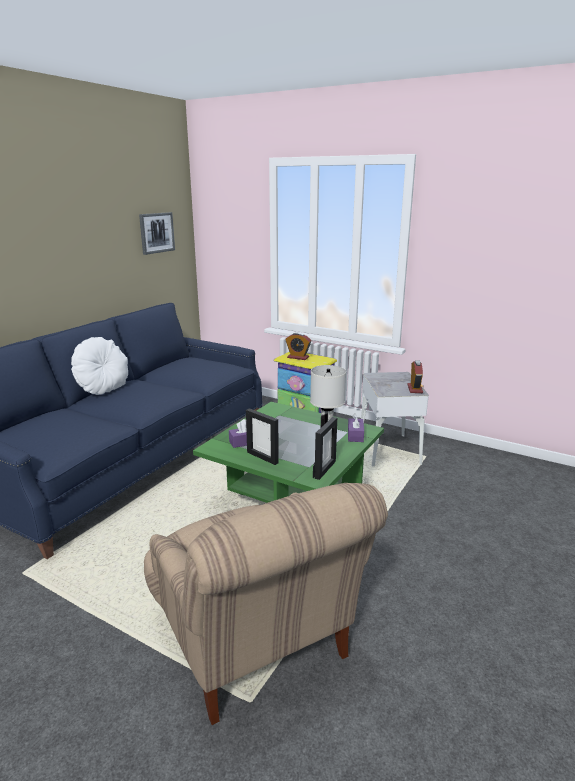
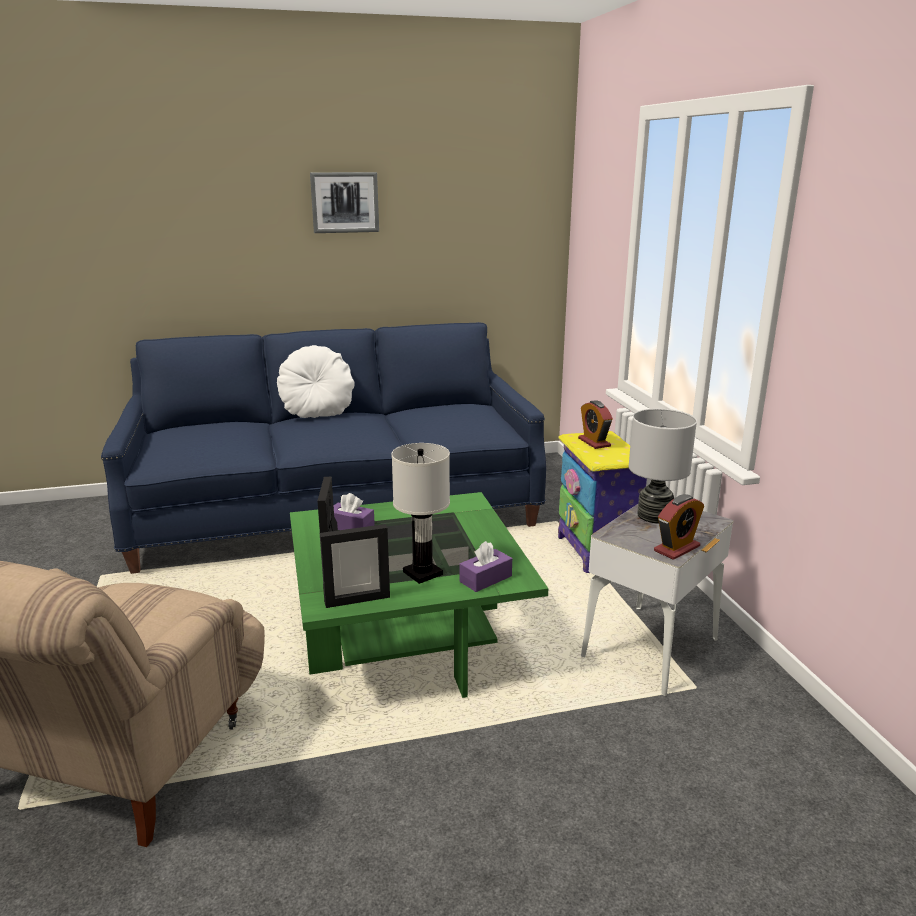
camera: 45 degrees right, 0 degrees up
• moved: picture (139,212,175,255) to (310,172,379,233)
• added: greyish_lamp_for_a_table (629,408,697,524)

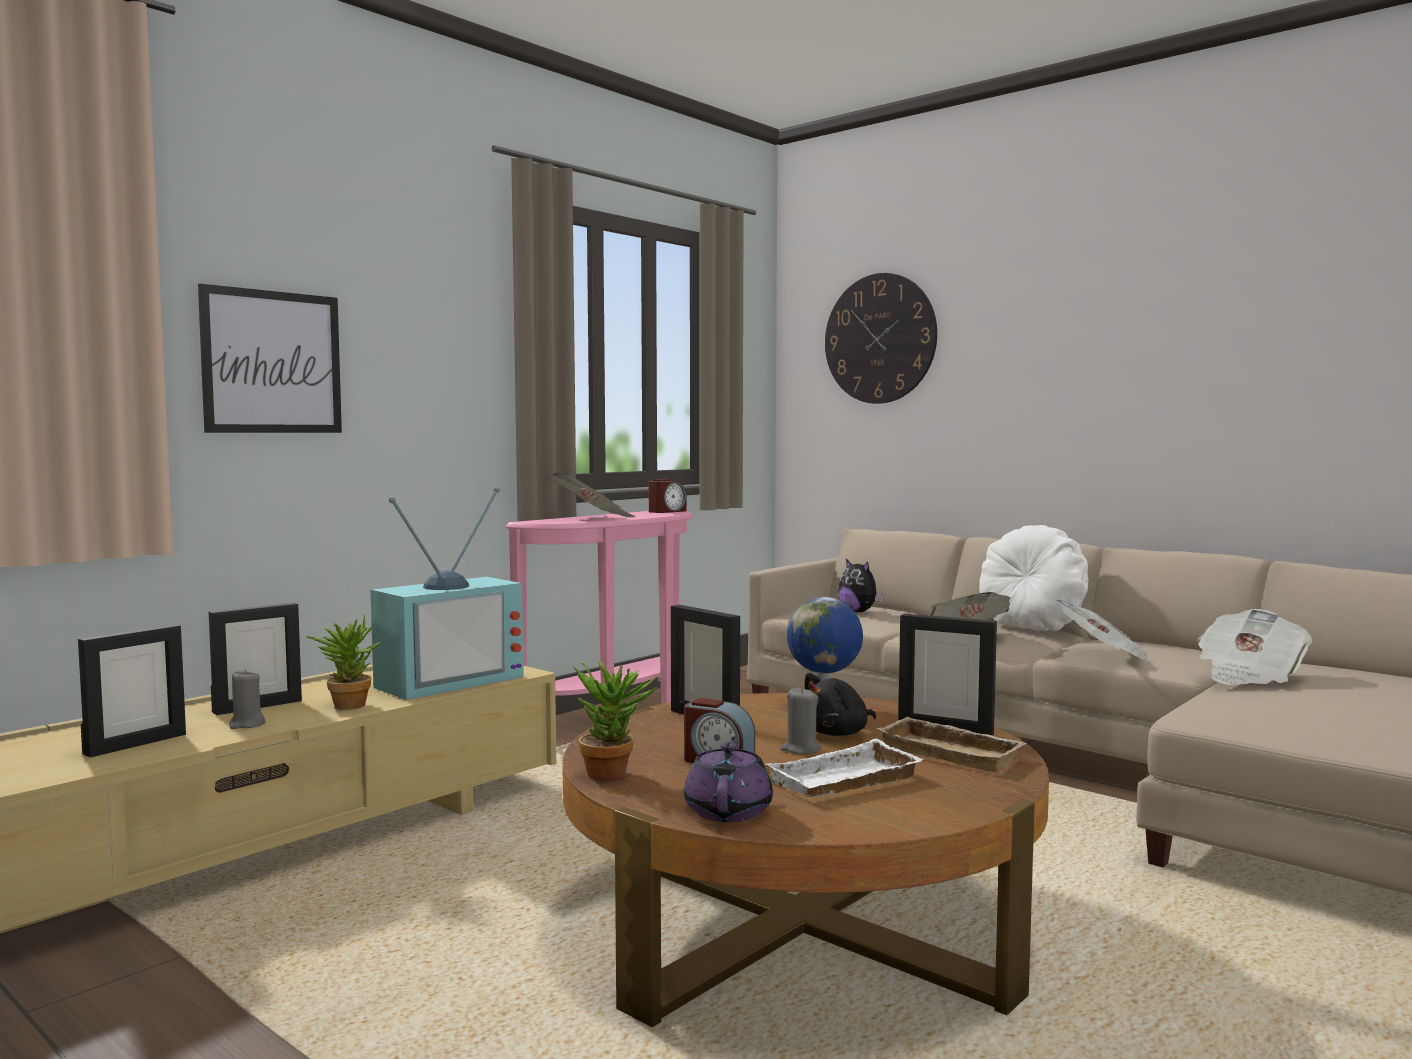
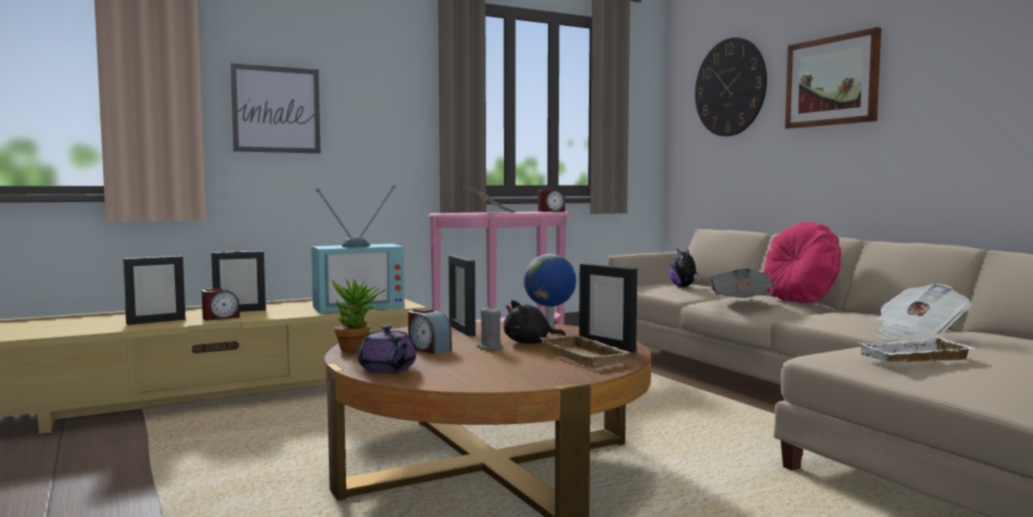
camera: 20 degrees right, 0 degrees up
• replaced: greyish_wax_light (229,669,265,729) to alarm_clock (202,288,240,320)
• removed: plant_in_a_pot (306,615,380,710)
• turned: purple_tea_pot (684,736,773,822) = (358,325,416,374) 120 degrees clockwise
• moved: whitish_carrying_tray (766,739,924,798) to (858,337,974,362)
• recoloured: whitish_pillow (979,525,1089,631) to pink-coloured_pillow (764,222,841,303)
• removed: daily_paper (1054,598,1152,662)
• added: picture (785,27,881,129)

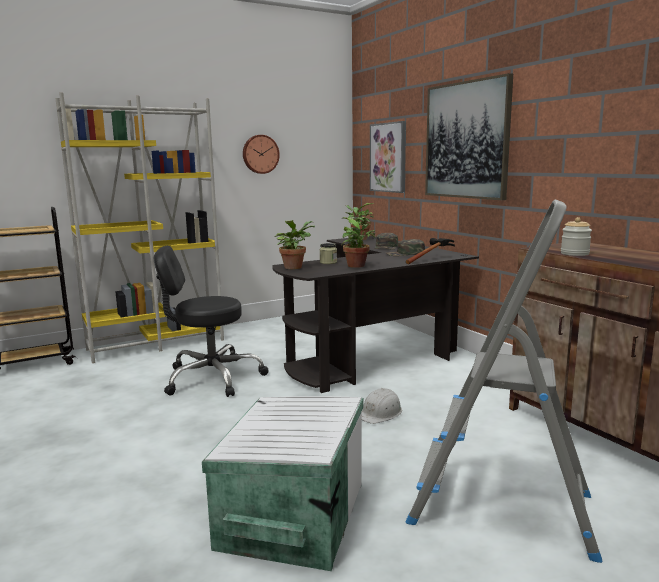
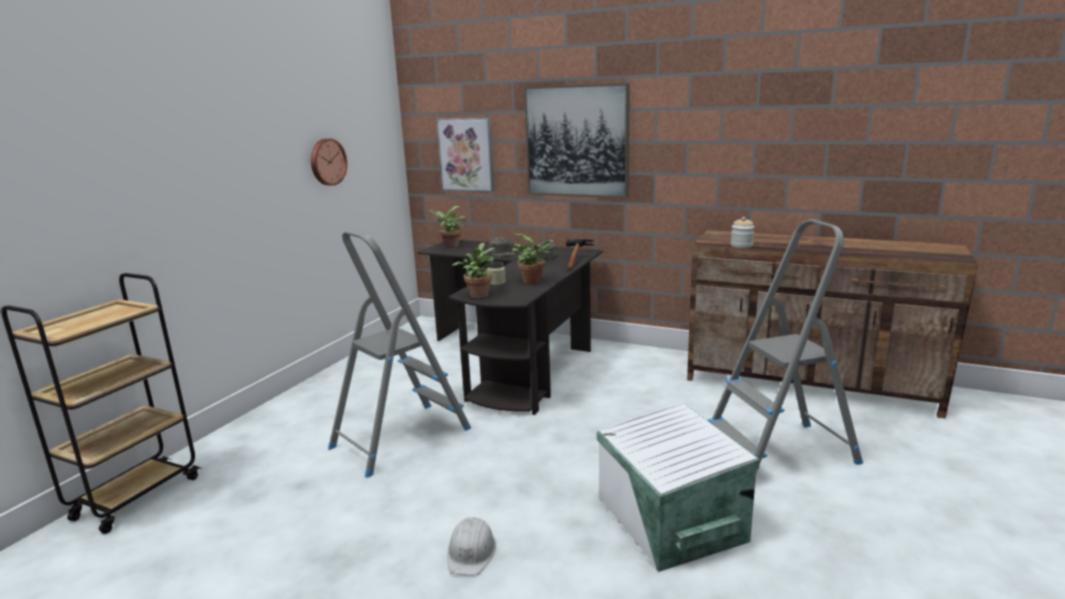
camera: 35 degrees left, 5 degrees up
• removed: yellow-coloured_shelving_unit (55,93,224,363)
• replaced: blackish_computer_chair (154,246,269,397) to greyish_step_ladder (328,229,471,478)
• moved: whitish_safety_helmet (361,388,402,424) to (447,517,496,576)

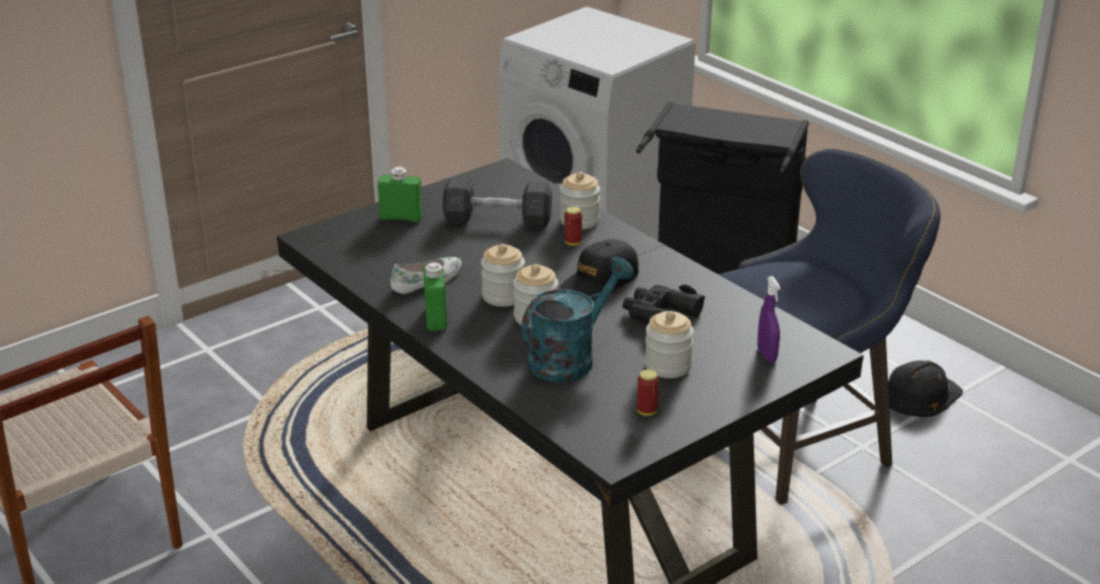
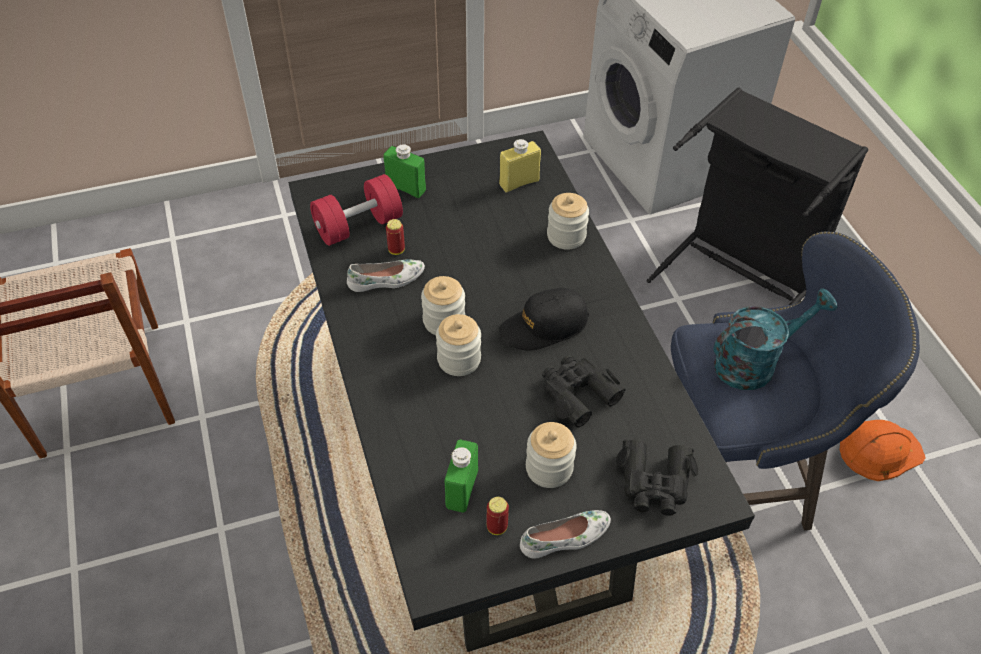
camera: 20 degrees right, 20 degrees up
• moved: greenish_bottle (423,262,447,331) to (445,440,478,513)
• removed: greyish_free_weight (443,177,552,228)
• moved: turquoise_sprinkling_can (521,257,634,382) to (714,288,837,390)
• moved: can (565,206,582,246) to (386,219,405,255)
• replaced: purple_sprayer (758,276,781,362) to blackish_binoculars (616,440,698,516)
• recoloured: blackish_safety_helmet (888,360,963,417) to orange_safety_helmet (840,420,926,481)
• added: red-coloured_free_weight (310,174,403,246)
• added: yellow-coloured_bottle (499,139,541,192)
• added: whitish_low_shoe (520,510,611,559)

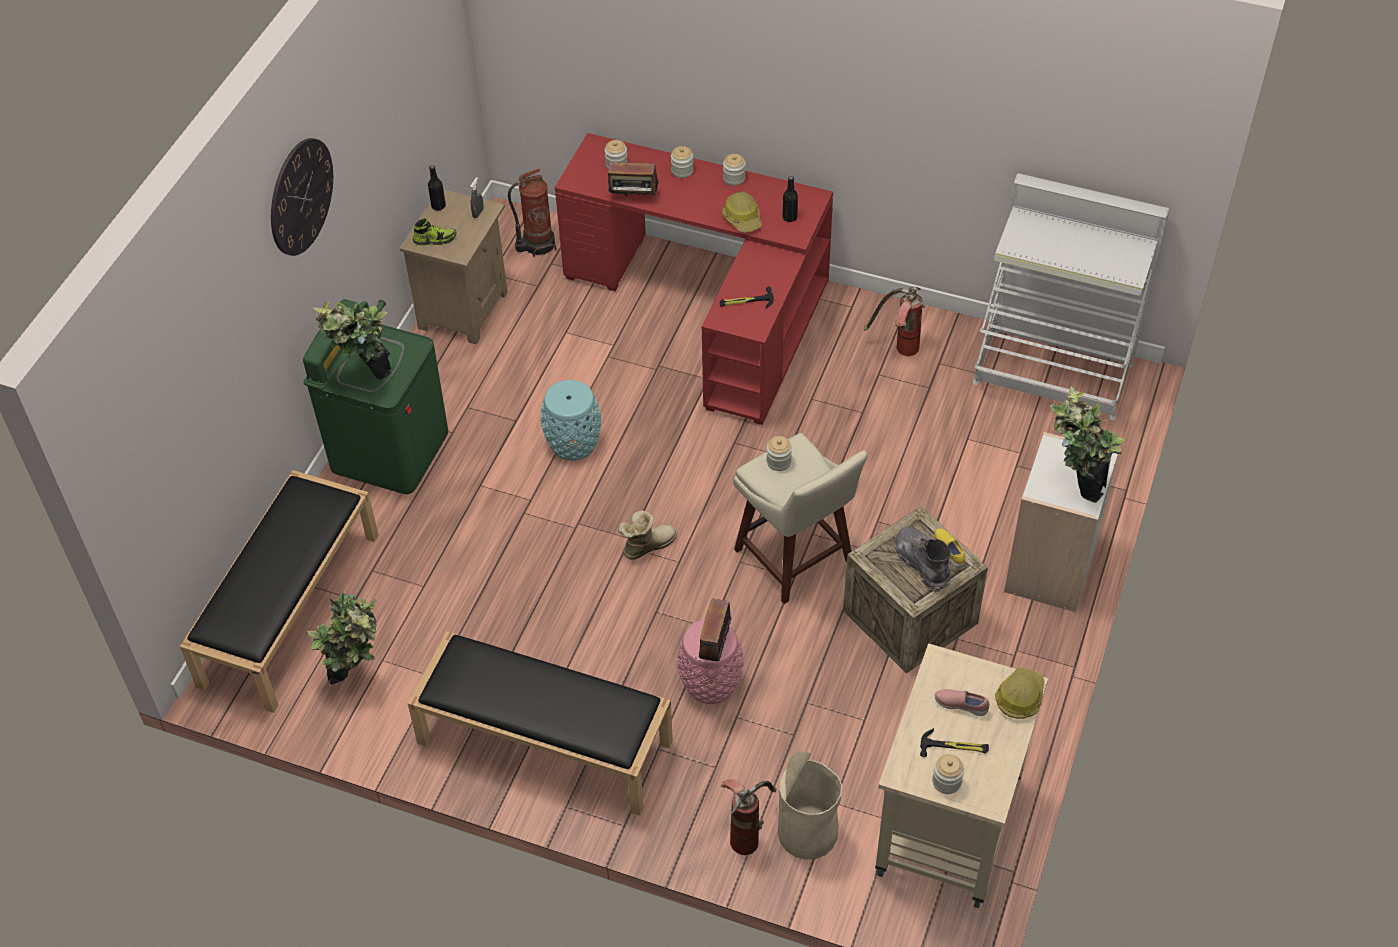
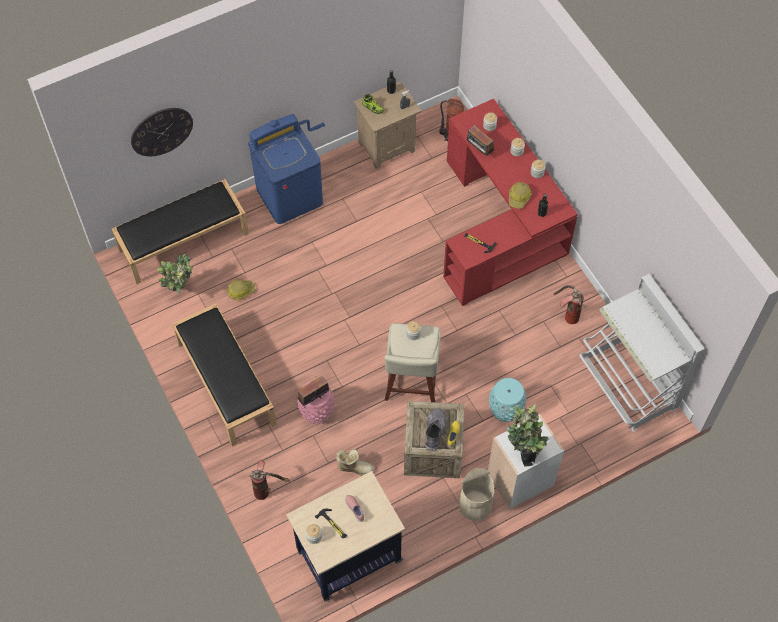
camera: 40 degrees right, 10 degrees up
• moved: wall_clock (271,138,333,256) to (131,108,193,156)
• recoloured: greenish_laundry_machine (303,299,448,494) to bluish_laundry_machine (248,114,325,224)
• removed: plant_in_a_pot (313,301,391,379)
• moved: turquoise_stool (541,380,601,461) to (489,378,526,422)
• moved: boot (618,510,678,560) to (336,449,374,476)
• moved: beige_waste_bin (778,752,842,860) to (459,468,494,521)
• recoloured: beige_cart (875,643,1049,908) to bluish_cart (286,471,405,601)
• moved: safety_helmet (995,667,1044,719) to (227,279,256,300)

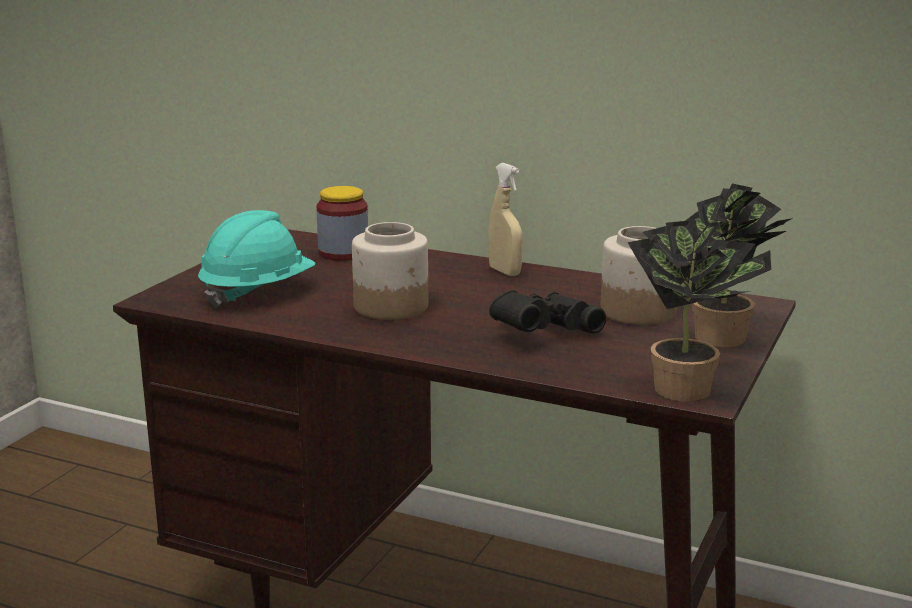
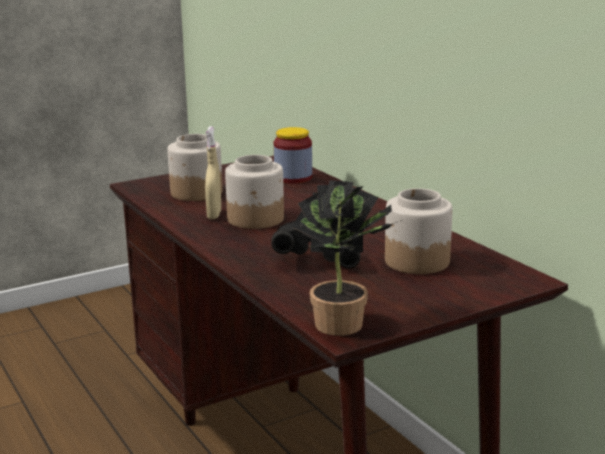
camera: 35 degrees right, 0 degrees up
• replaced: turquoise_safety_helmet (198,210,315,308) to storage_jar (167,134,223,201)
• moved: beige_sprayer (488,163,523,276) to (205,126,221,219)
• removed: plant_in_a_pot (685,183,793,347)

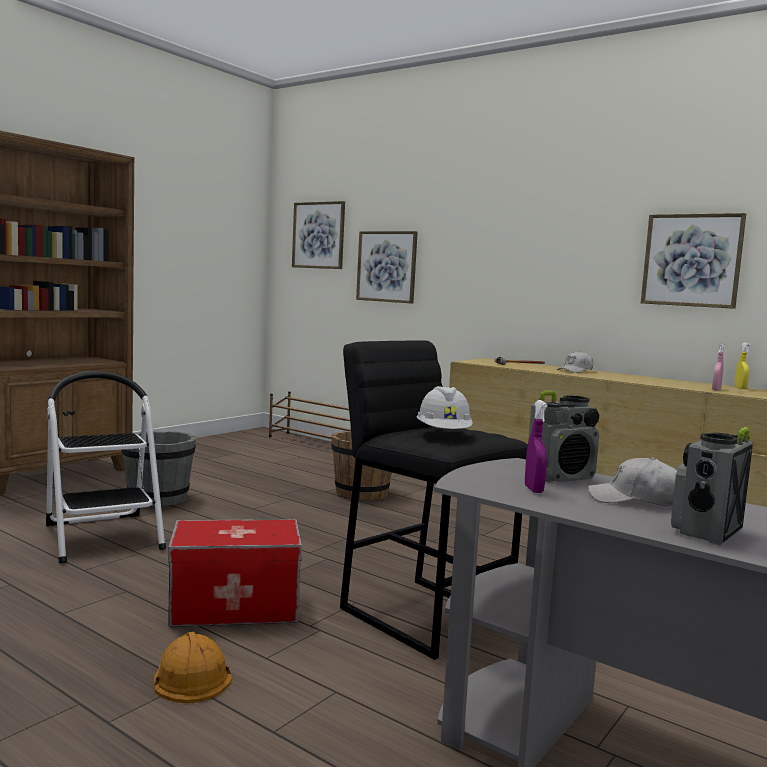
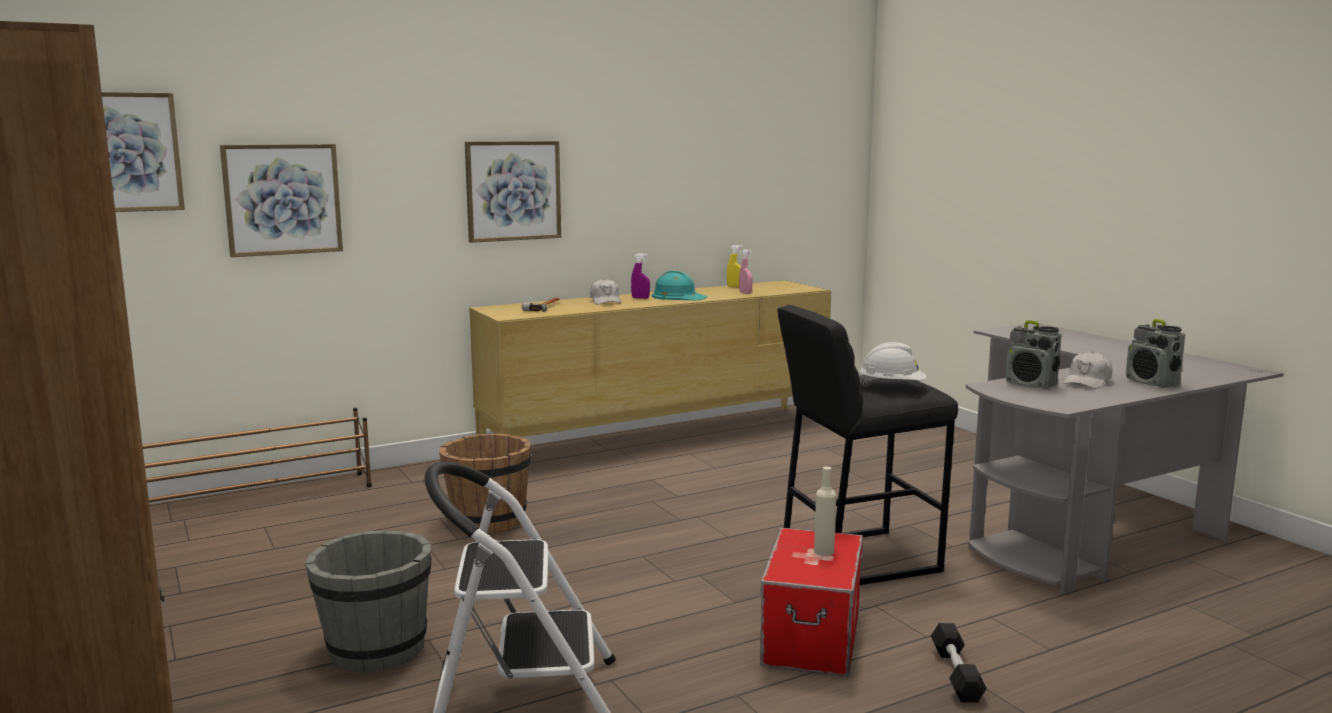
camera: 65 degrees left, 5 degrees up
• replaced: orange_safety_helmet (154,632,232,703) to blackish_free_weight (931,623,987,703)
• moved: purple_sprayer (525,400,547,493) to (631,254,650,299)
• turned: radio_set (528,391,599,482) = (1005,320,1061,389) 135 degrees clockwise
• moved: picture (641,213,746,309) to (465,141,561,243)
• added: turquoise_safety_helmet (652,271,708,300)
• added: beige_bottle (814,467,836,556)

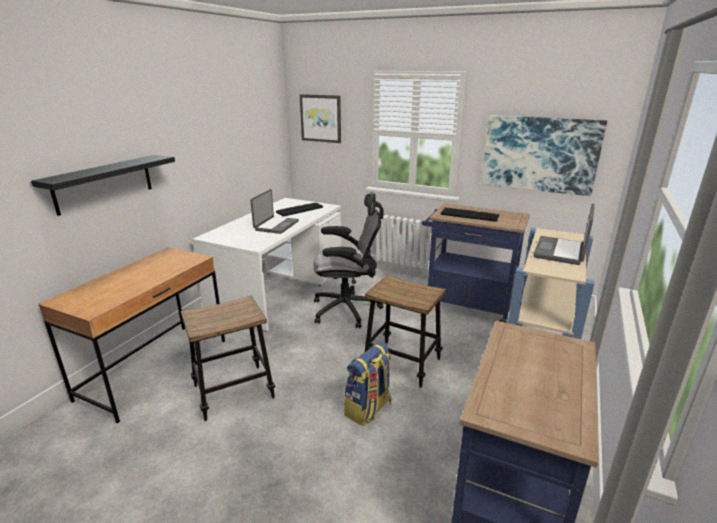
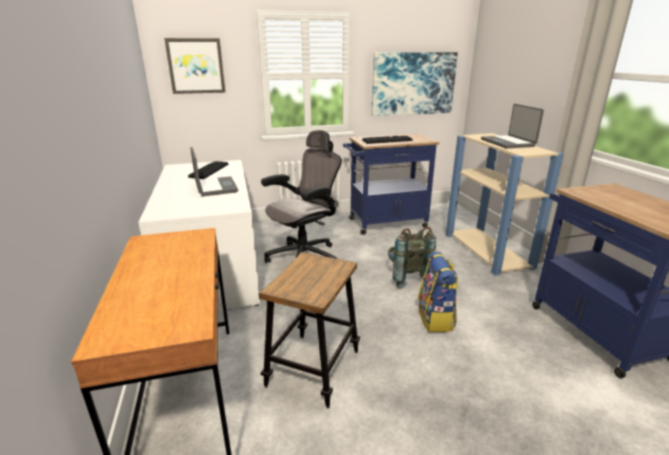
camera: 40 degrees left, 0 degrees up
• removed: blackish_bracket_shelf (31,155,175,216)
• replaced: stool (365,275,446,388) to greyish_backpack (388,227,436,288)

